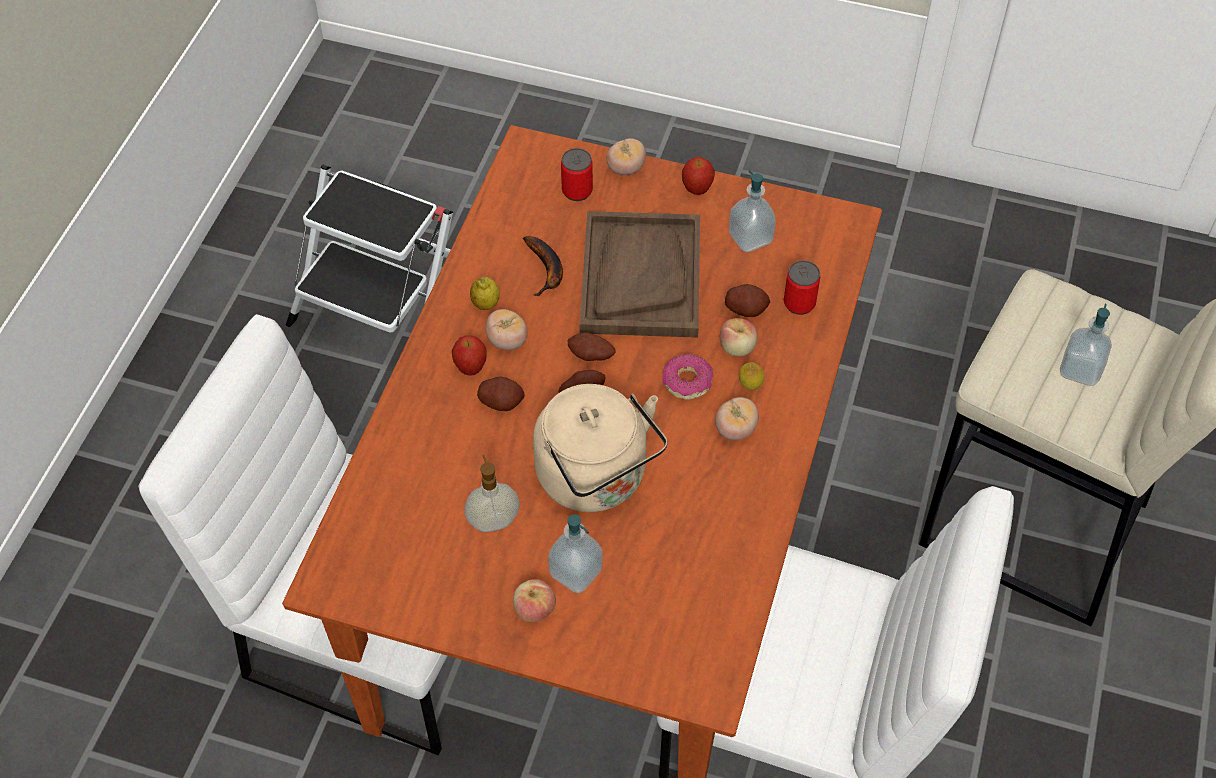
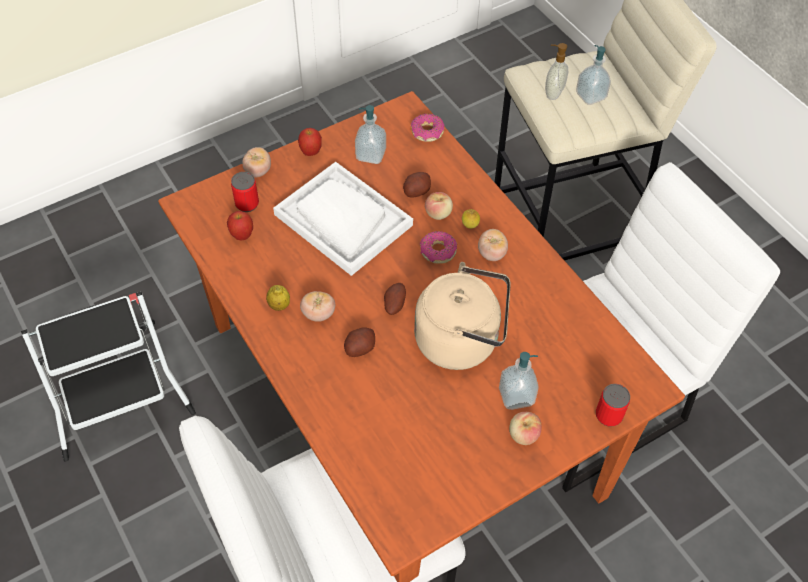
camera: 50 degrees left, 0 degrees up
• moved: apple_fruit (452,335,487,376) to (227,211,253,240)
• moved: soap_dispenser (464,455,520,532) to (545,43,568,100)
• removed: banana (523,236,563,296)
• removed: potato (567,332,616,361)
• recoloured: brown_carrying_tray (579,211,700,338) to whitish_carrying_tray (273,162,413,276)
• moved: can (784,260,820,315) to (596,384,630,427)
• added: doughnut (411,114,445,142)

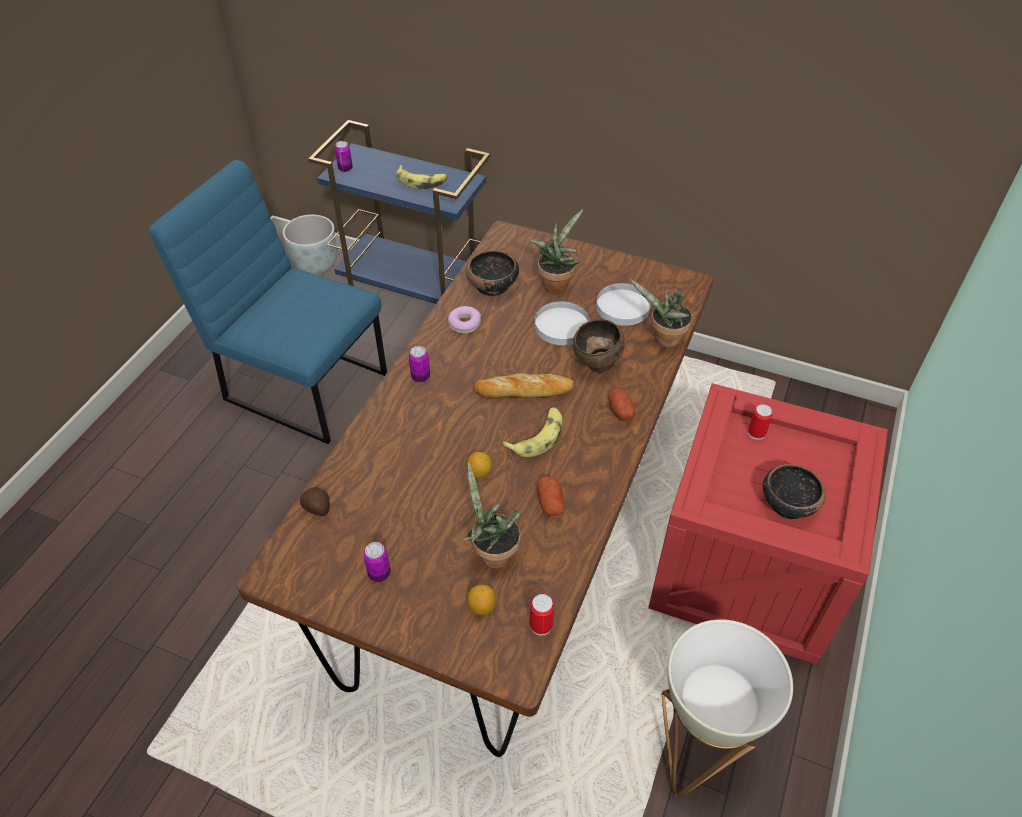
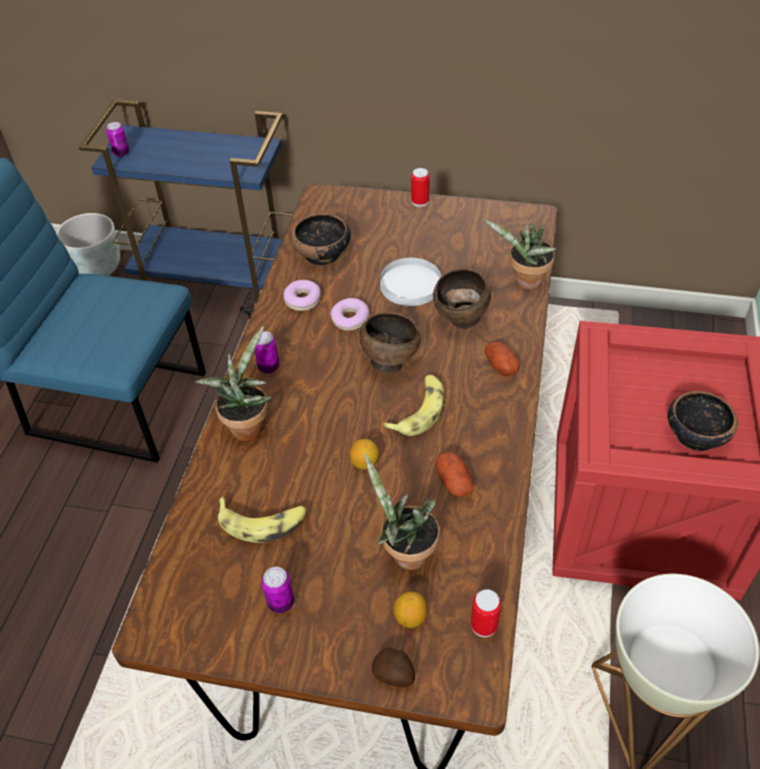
camera: 10 degrees left, 0 degrees up
• moved: potato (300,487,330,516) to (372,647,415,687)
• moved: banana (396,165,447,189) to (218,497,307,543)
• replaced: bread (473,373,574,399) to brown_bowl (359,312,421,374)
• moved: plant_in_a_pot (528,210,583,294) to (195,326,271,441)
• removed: whitish_dinner_plate (596,283,651,326)
• moved: can (748,404,773,440) to (411,168,430,207)
• added: doughnut (330,298,369,331)

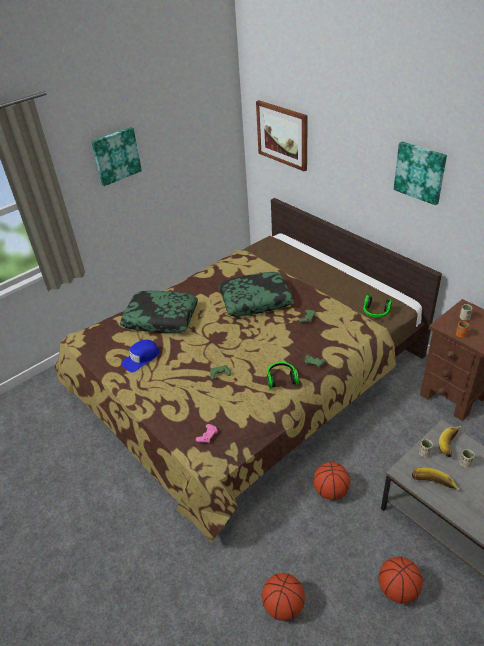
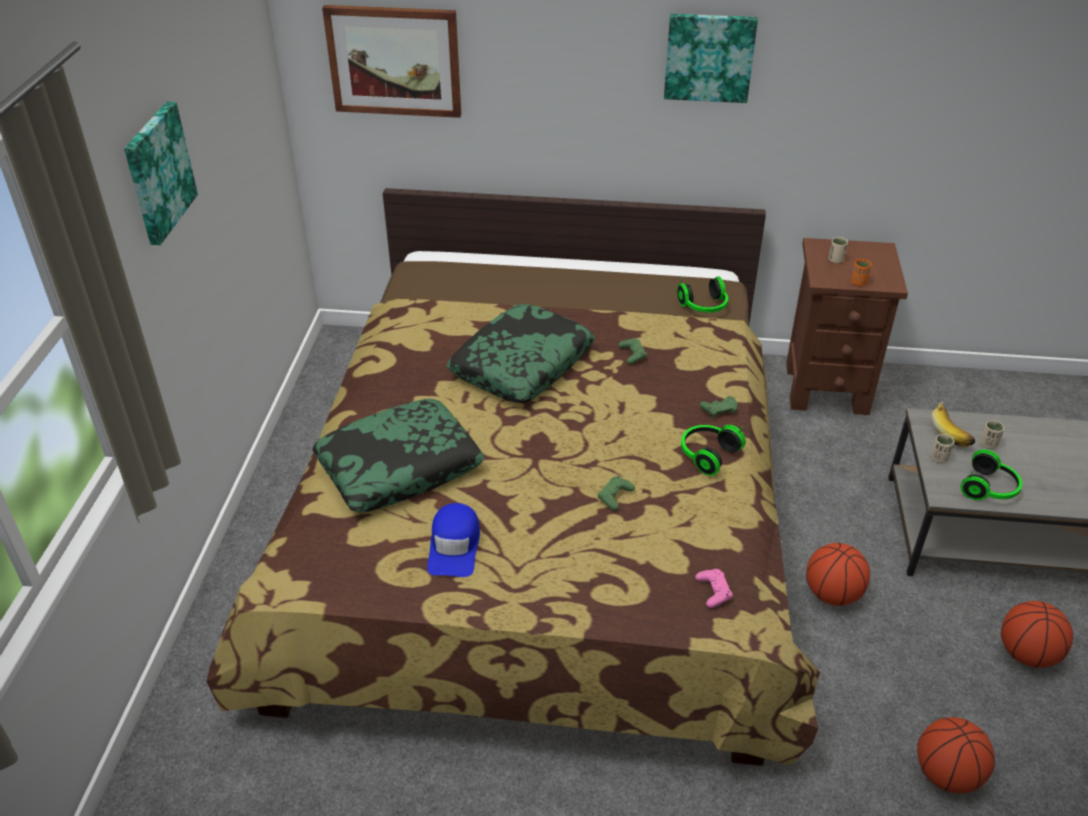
camera: 45 degrees left, 0 degrees up
• replaced: banana (412,467,460,490) to headset (960,449,1022,500)

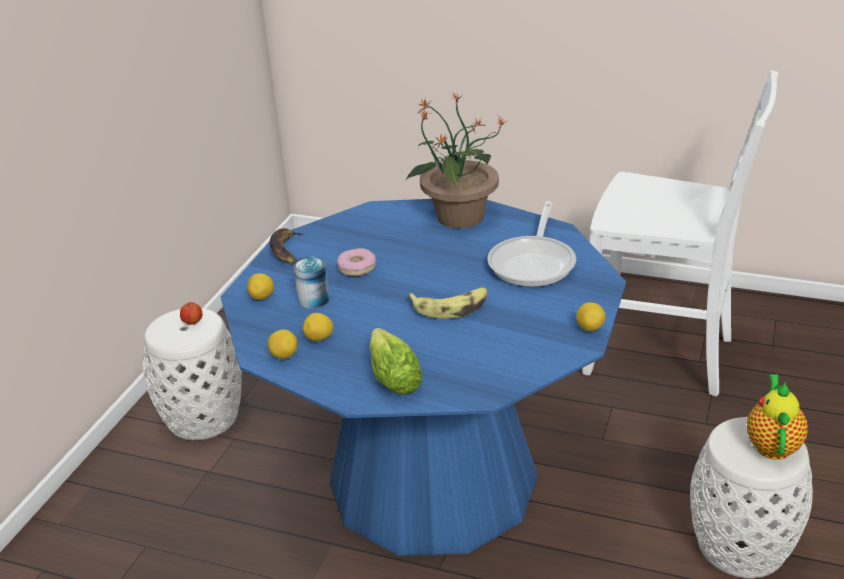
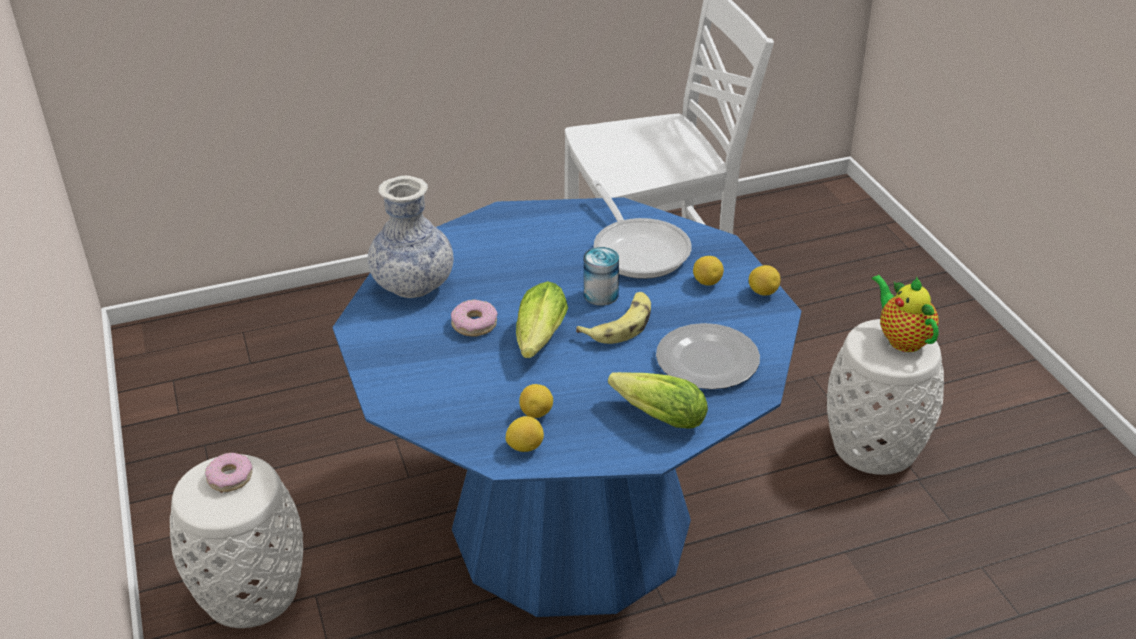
camera: 40 degrees left, 5 degrees up
• replaced: apple_fruit (180,302,203,325) to doughnut (205,453,252,492)
• moved: citrus_fruit (247,273,274,300) to (693,256,724,286)
• removed: banana (270,228,305,264)
• moved: can (293,257,329,309) to (584,247,619,306)
• removed: plant_in_a_pot (406,92,507,229)
• added: vase (368,175,453,298)
• added: lettuce_head (516,281,568,358)
• added: dinner_plate (656,323,760,389)

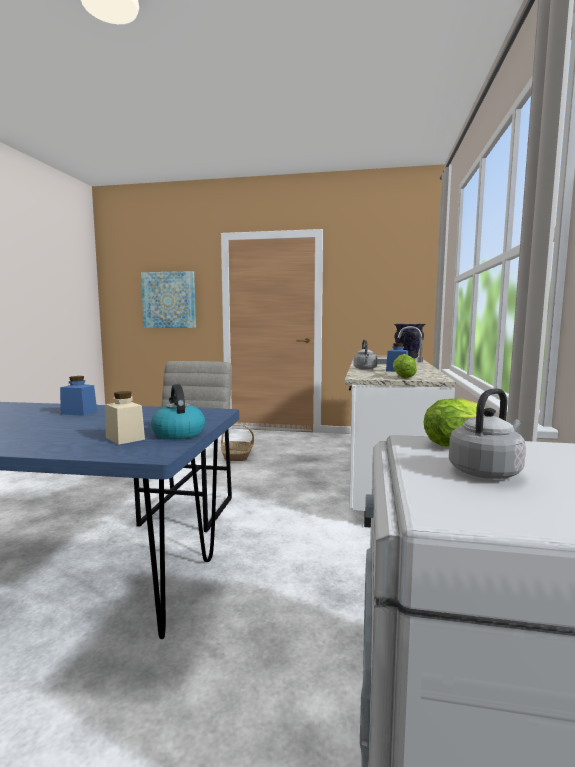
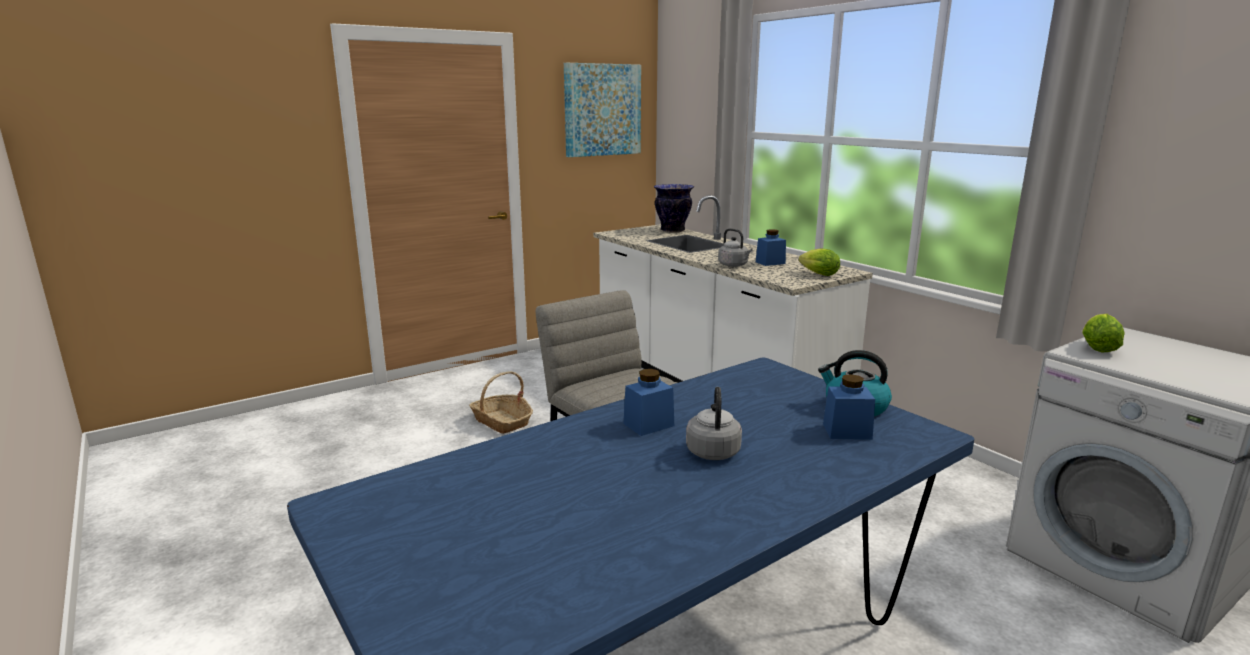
camera: 45 degrees left, 10 degrees up
• recoloured: beige_storage_jar (105,391,145,445) to bluish_storage_jar (823,374,875,440)
• moved: picture (141,271,196,328) to (564,63,641,157)
• moved: greyish_water_kettle (449,388,526,479) to (686,387,742,460)

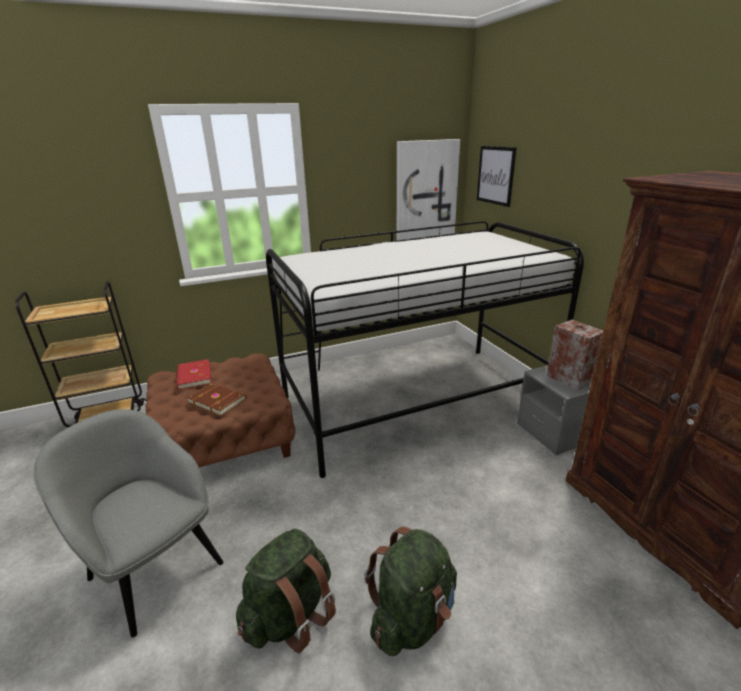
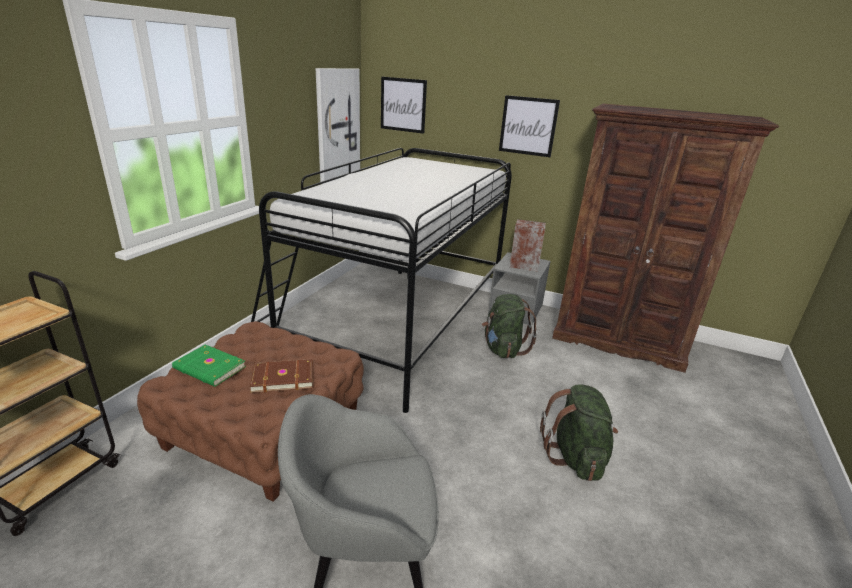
camera: 45 degrees left, 0 degrees up
• recoloured: red-coloured_volume (177,359,211,390) to greenish_volume (172,344,246,387)
• moved: greenish_backpack (236,528,336,653) to (482,294,538,358)
• added: picture (499,95,560,157)

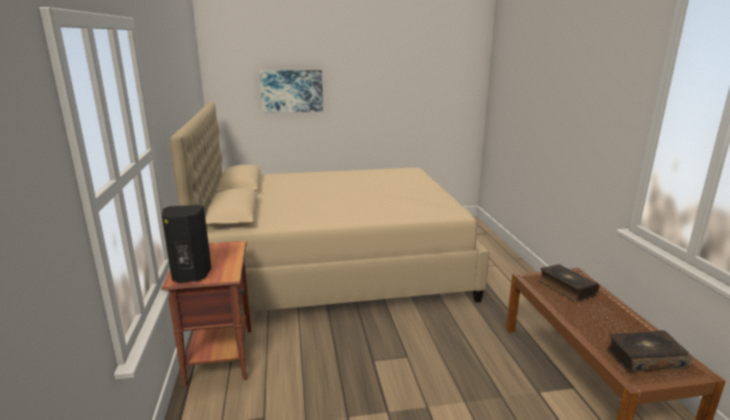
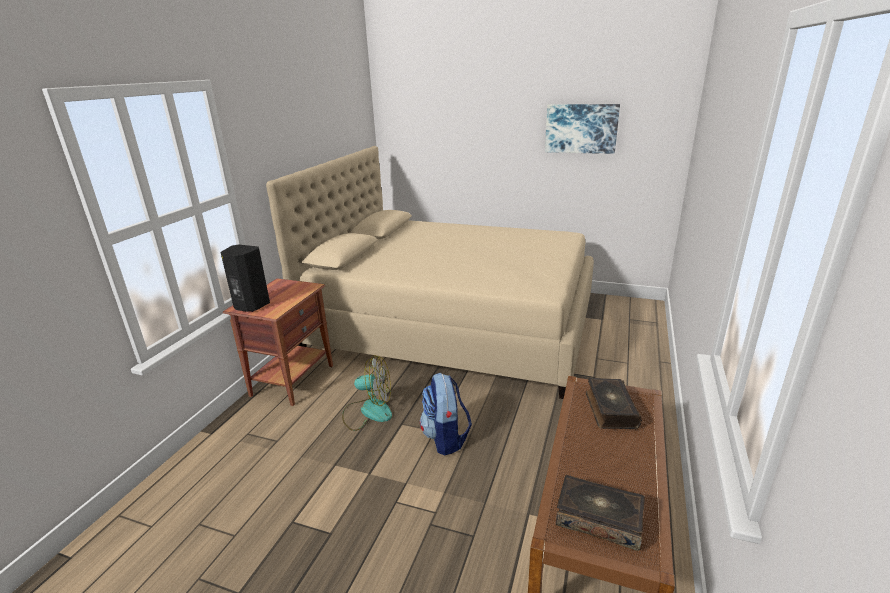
camera: 30 degrees right, 5 degrees up
• moved: picture (259,70,323,113) to (545,104,620,154)
• added: cooling_fan (342,355,392,431)
• added: backpack (420,372,472,455)

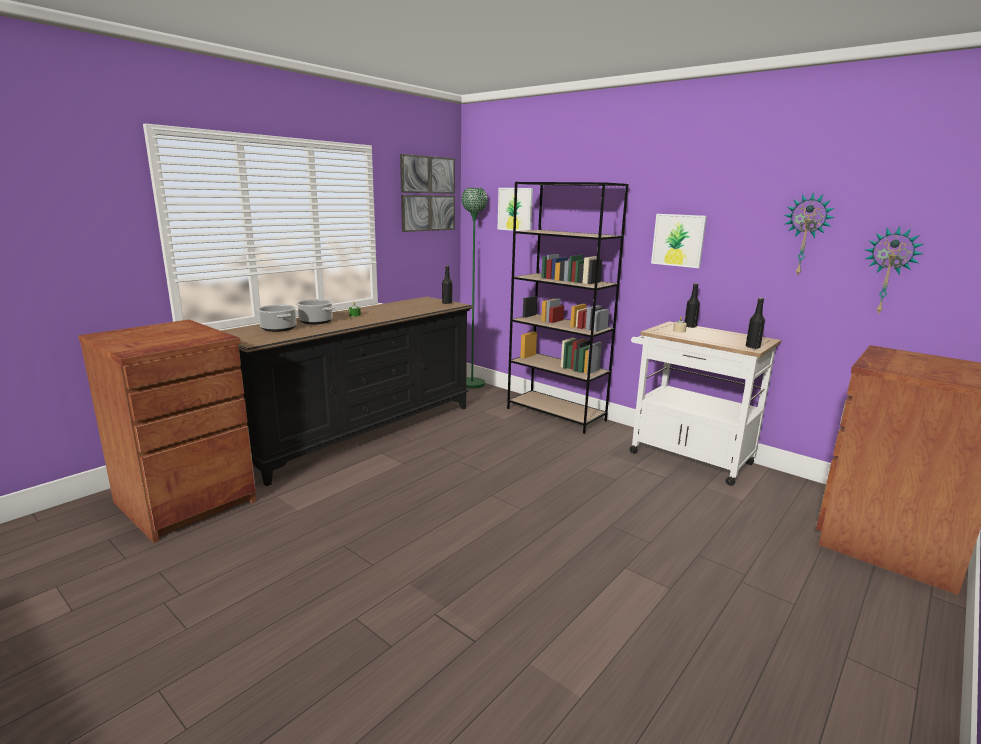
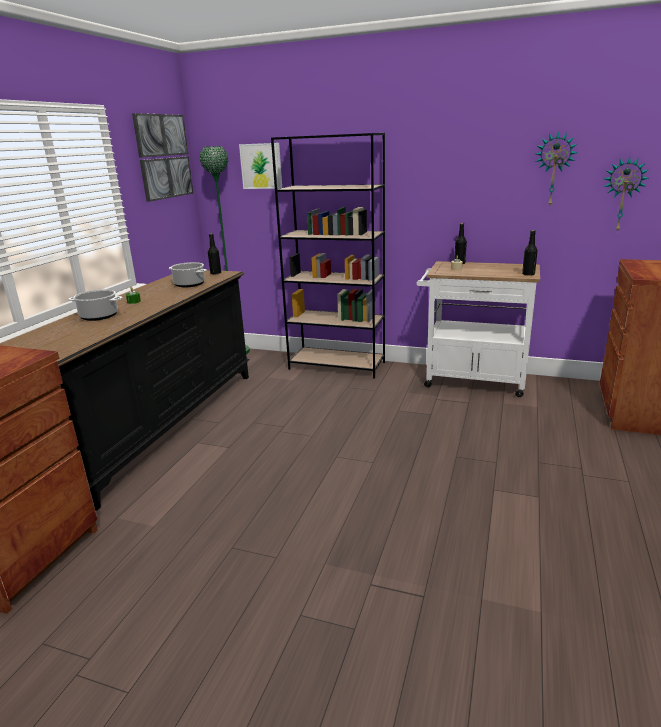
camera: 20 degrees left, 5 degrees up
• moved: saucepot (257,305,297,332) to (169,262,207,287)
• removed: picture (651,214,707,268)

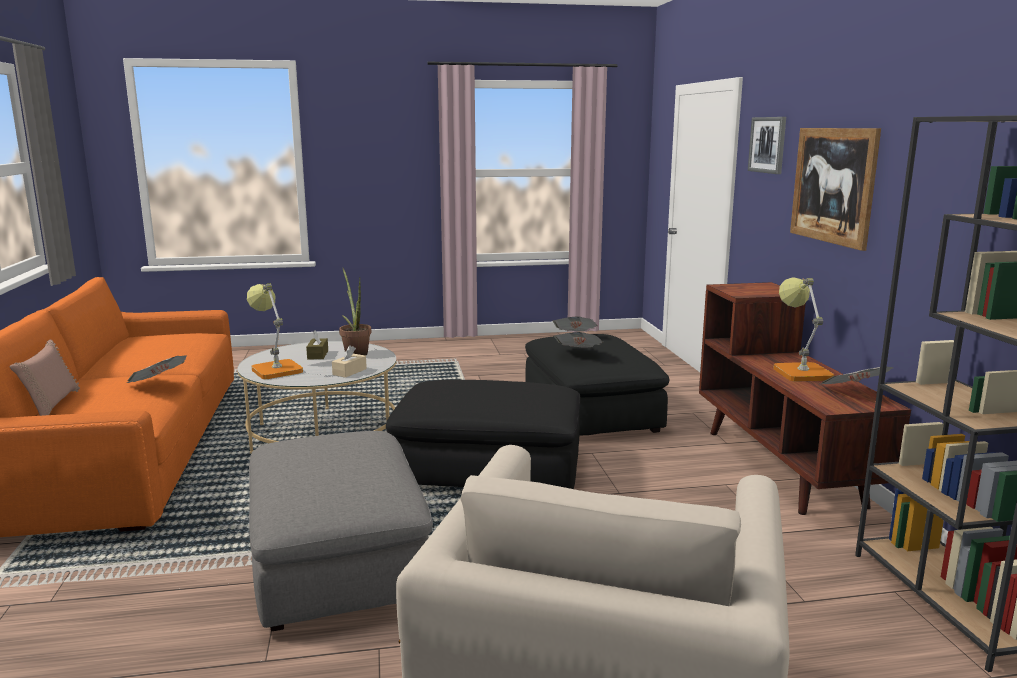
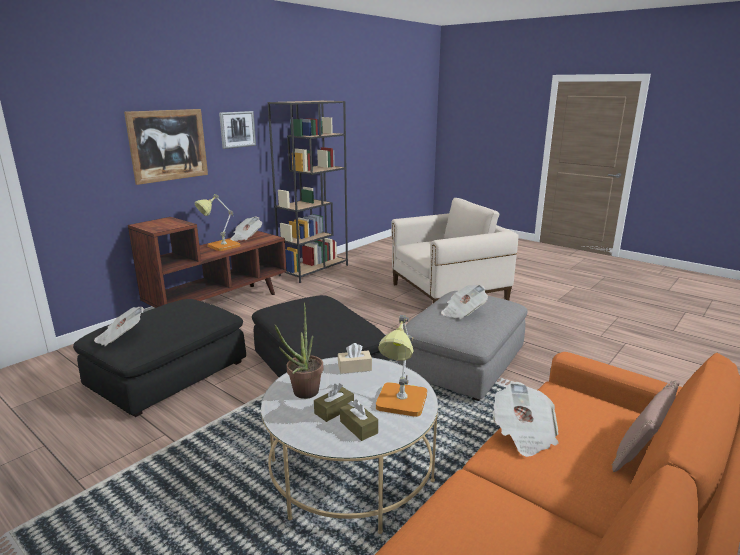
camera: 130 degrees left, 5 degrees up
• moved: daily_paper (553,332,603,347) to (441,285,488,319)
• moved: picture (748,117,786,174) to (219,111,256,149)
• added: brown_box_of_tissues (340,400,378,441)

